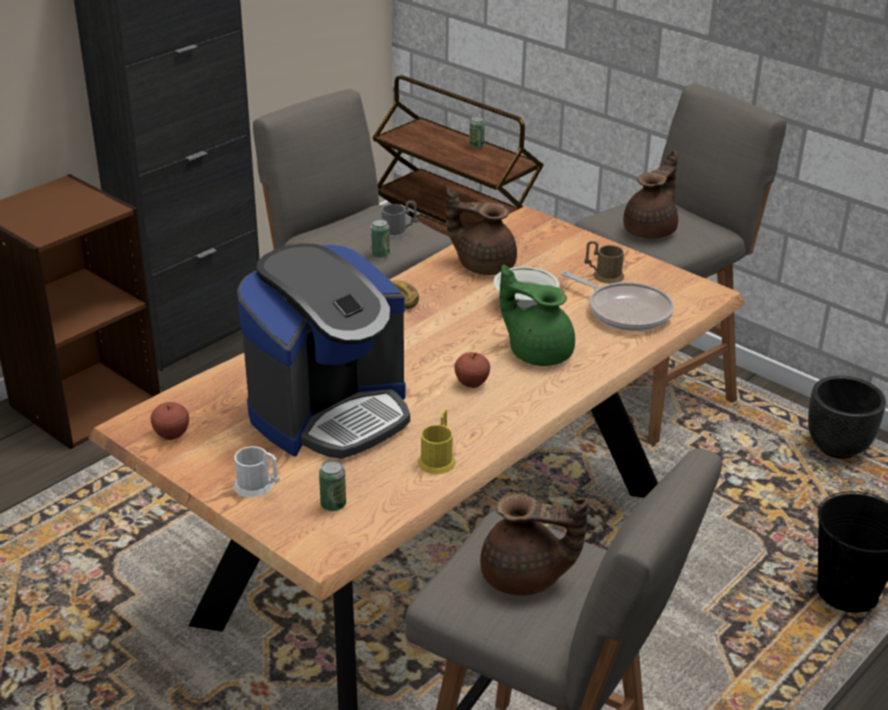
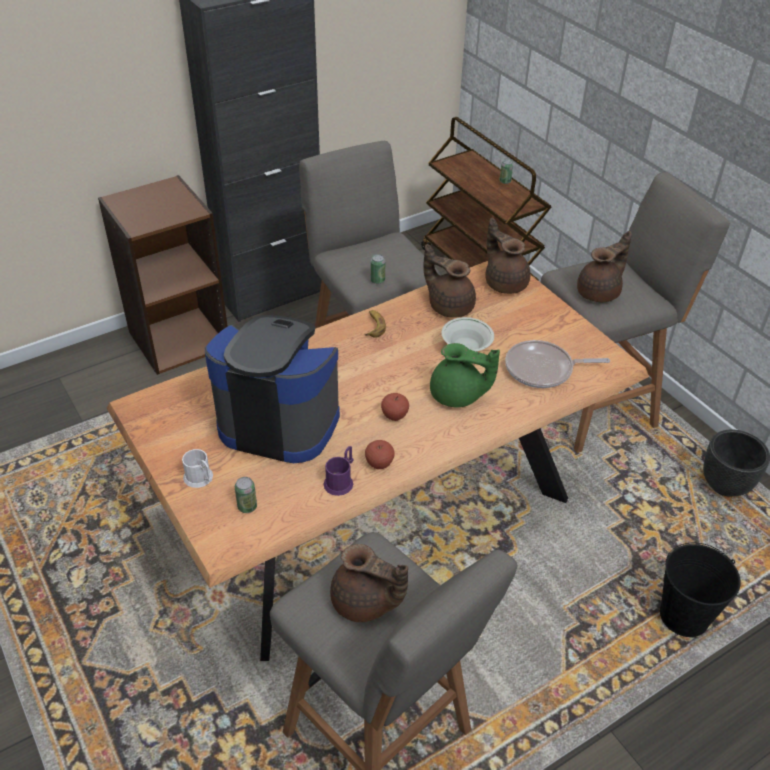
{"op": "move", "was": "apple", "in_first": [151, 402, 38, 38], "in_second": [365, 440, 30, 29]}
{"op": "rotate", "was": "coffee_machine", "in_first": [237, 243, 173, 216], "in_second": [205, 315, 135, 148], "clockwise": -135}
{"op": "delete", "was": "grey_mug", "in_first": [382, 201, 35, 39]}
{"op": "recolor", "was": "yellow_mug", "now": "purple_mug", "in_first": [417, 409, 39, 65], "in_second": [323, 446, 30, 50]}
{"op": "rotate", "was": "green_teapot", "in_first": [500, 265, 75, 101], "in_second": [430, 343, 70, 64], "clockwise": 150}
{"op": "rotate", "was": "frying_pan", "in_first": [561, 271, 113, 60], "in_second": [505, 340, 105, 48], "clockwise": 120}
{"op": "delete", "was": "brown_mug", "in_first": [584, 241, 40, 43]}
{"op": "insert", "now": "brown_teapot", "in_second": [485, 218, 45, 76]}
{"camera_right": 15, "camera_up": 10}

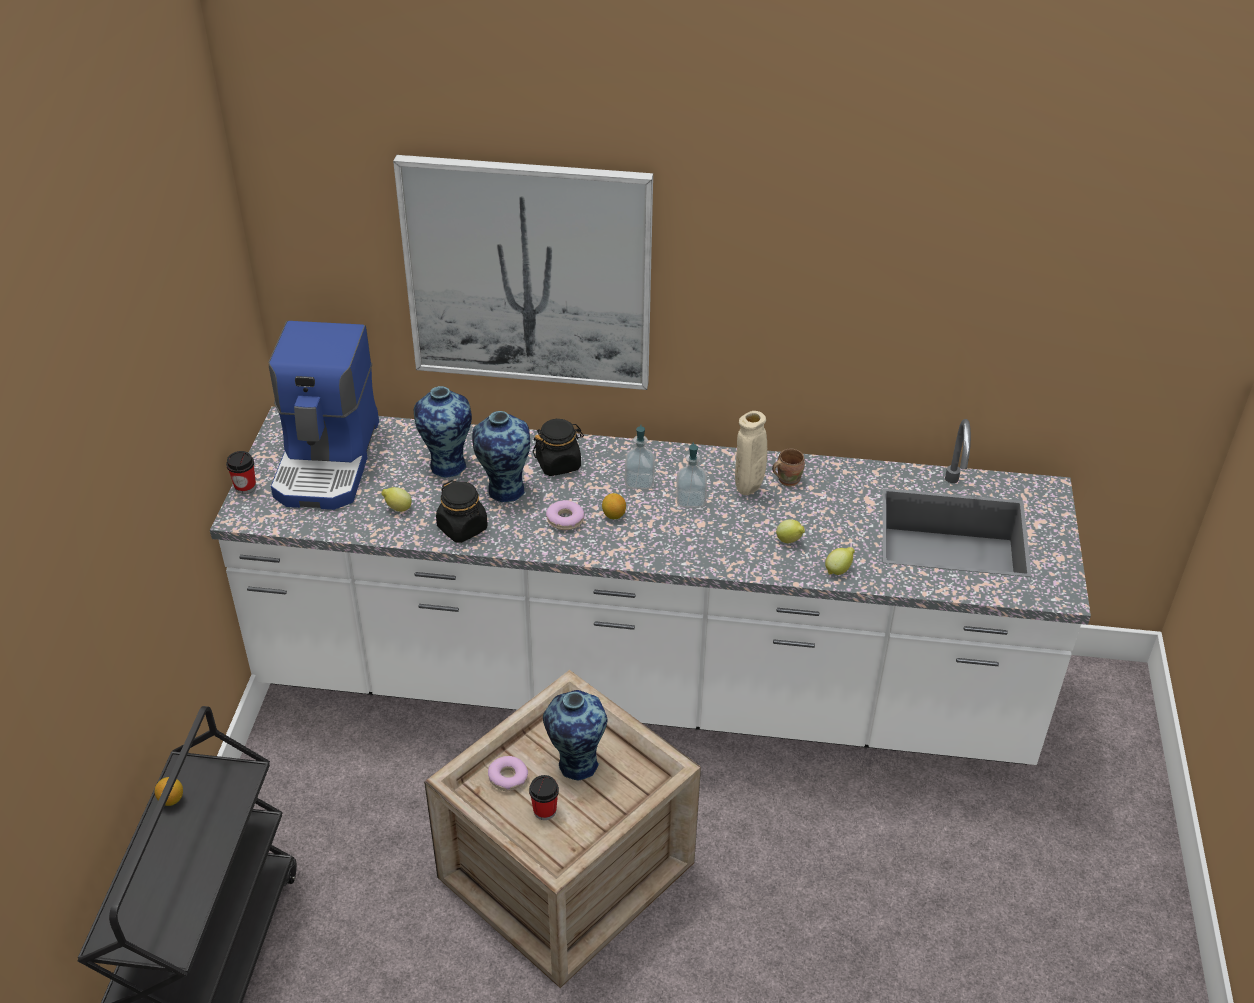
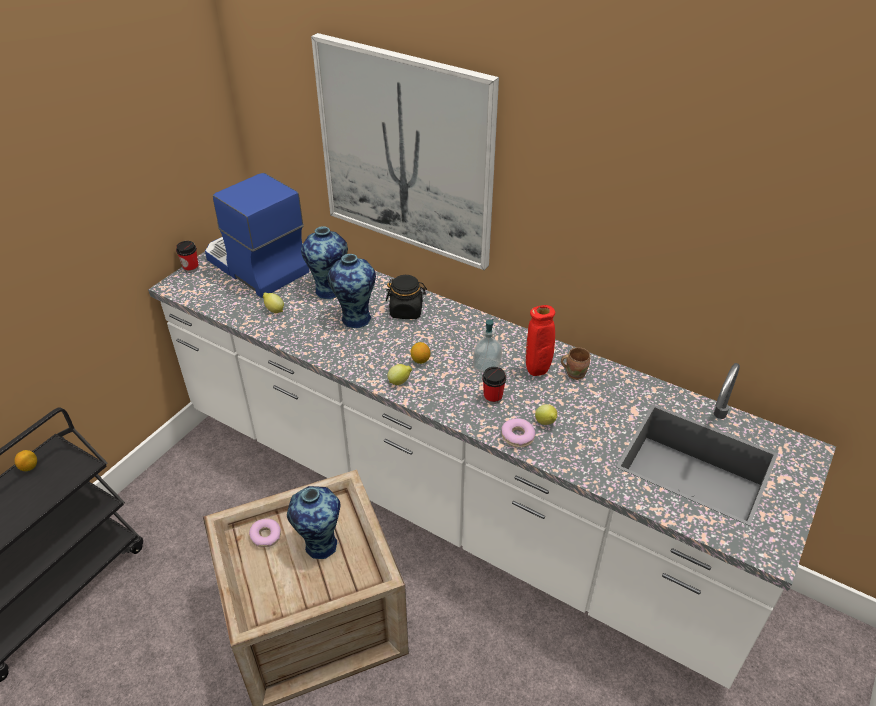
{"op": "rotate", "was": "coffee_machine", "in_first": [268, 321, 111, 189], "in_second": [205, 173, 104, 125], "clockwise": 105}
{"op": "delete", "was": "black_jar", "in_first": [436, 480, 52, 63]}
{"op": "move", "was": "cup", "in_first": [529, 775, 30, 45], "in_second": [482, 367, 24, 37]}
{"op": "move", "was": "donut", "in_first": [546, 500, 38, 30], "in_second": [501, 418, 34, 29]}
{"op": "delete", "was": "soap_dispenser", "in_first": [625, 424, 30, 65]}
{"op": "recolor", "was": "beige_vase", "now": "red_vase", "in_first": [735, 411, 32, 84], "in_second": [526, 305, 29, 71]}
{"op": "move", "was": "lemon", "in_first": [825, 547, 30, 28], "in_second": [387, 364, 25, 21]}
{"camera_right": 25, "camera_up": 0}

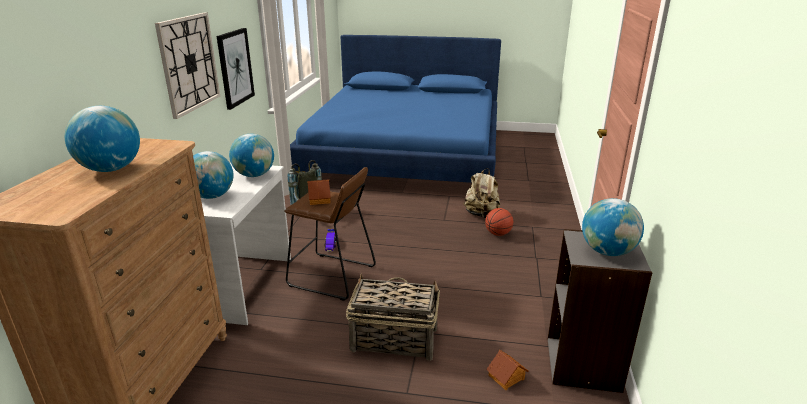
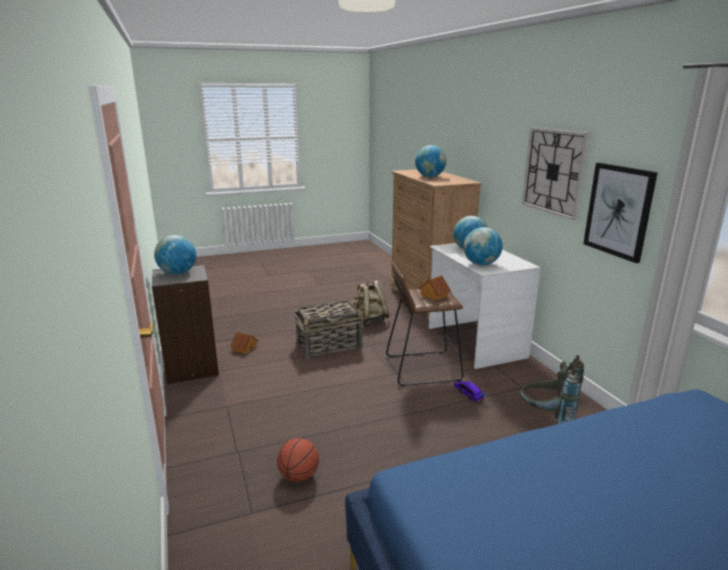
{"op": "move", "was": "beige_backpack", "in_first": [463, 168, 37, 50], "in_second": [351, 280, 39, 45]}
{"camera_right": 150, "camera_up": -5}

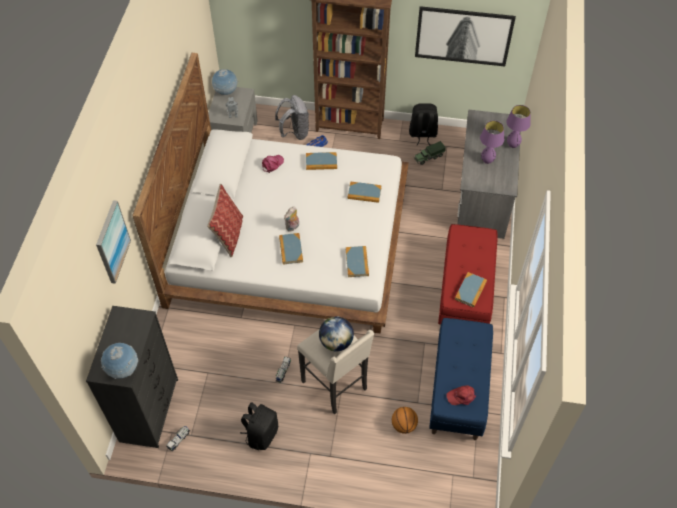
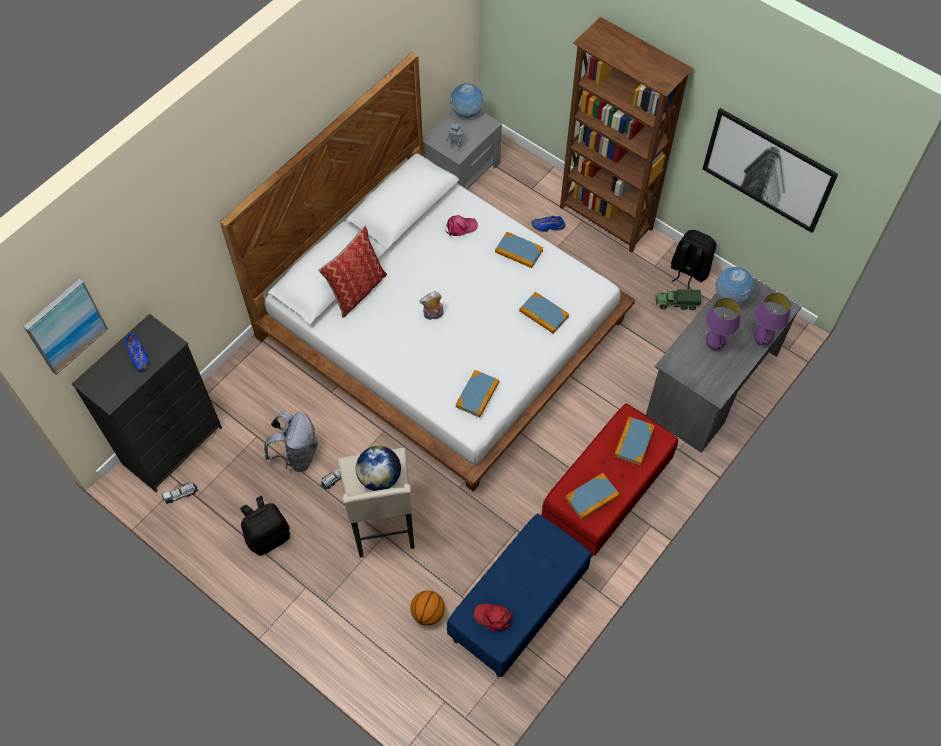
{"op": "move", "was": "picture", "in_first": [96, 200, 35, 84], "in_second": [23, 279, 85, 96]}
{"op": "move", "was": "globe", "in_first": [101, 343, 37, 36], "in_second": [715, 267, 40, 38]}
{"op": "move", "was": "grey_backpack", "in_first": [275, 95, 34, 45], "in_second": [264, 411, 54, 61]}
{"op": "move", "was": "book", "in_first": [279, 233, 24, 32], "in_second": [614, 417, 41, 49]}
{"op": "insert", "now": "blue_shoe", "in_second": [126, 333, 23, 38]}
{"camera_right": 30, "camera_up": 5}

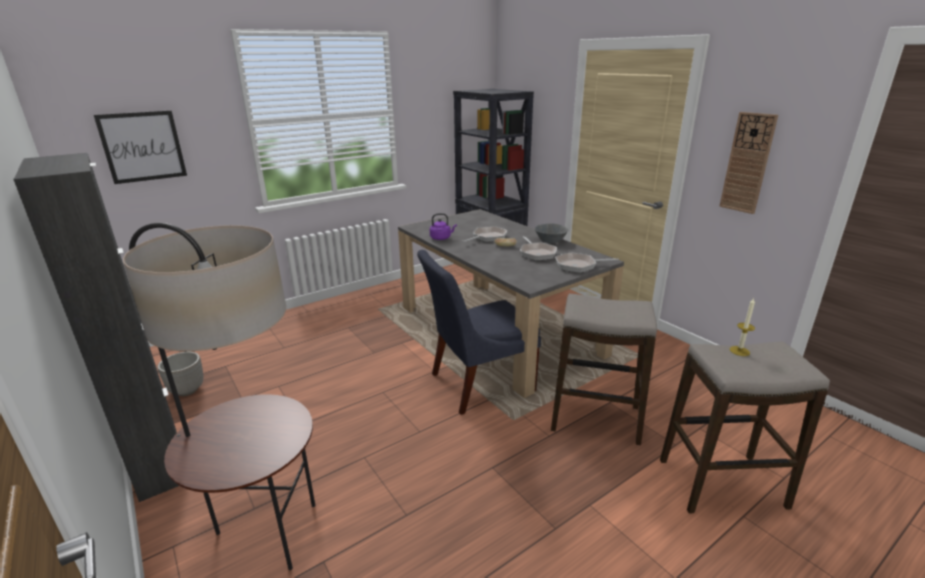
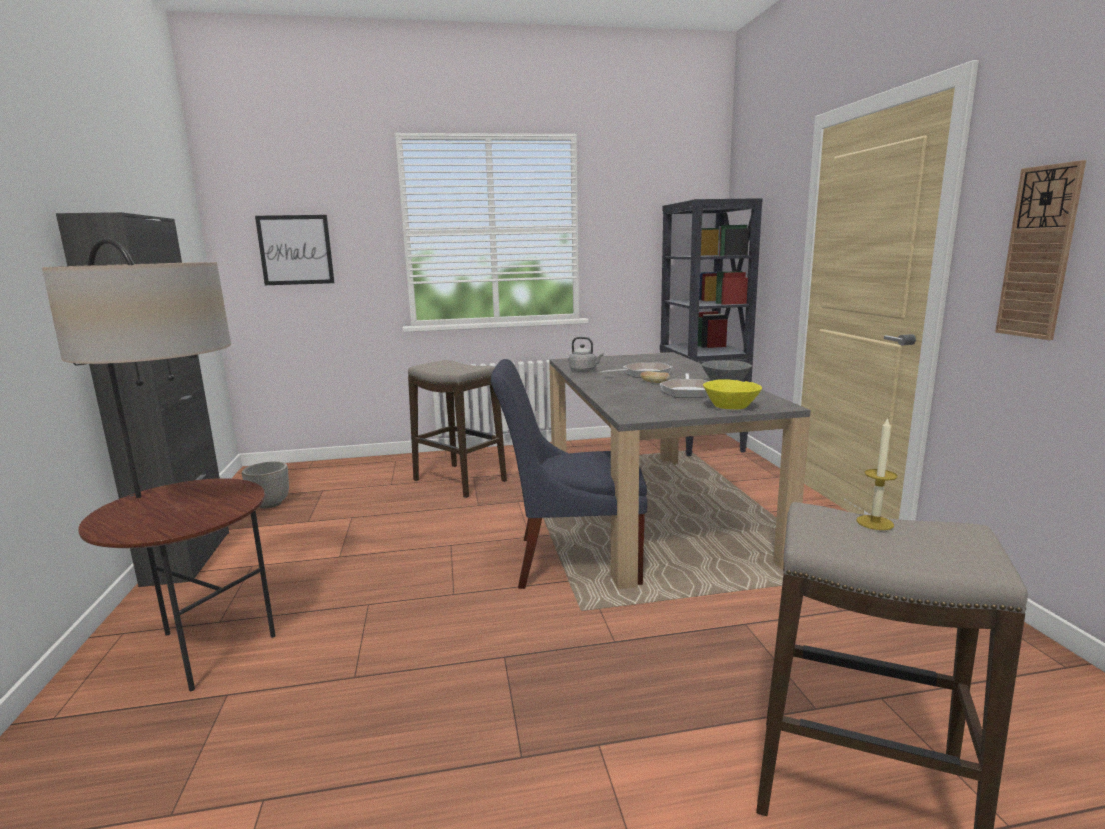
{"op": "recolor", "was": "purple_kettle", "now": "grey_kettle", "in_first": [430, 213, 27, 27], "in_second": [569, 337, 35, 35]}
{"op": "move", "was": "stool", "in_first": [551, 294, 106, 151], "in_second": [408, 360, 99, 138]}
{"op": "replace", "was": "frying_pan", "now": "yellow_bowl", "in_first": [555, 252, 64, 21], "in_second": [703, 379, 59, 30]}
{"camera_right": 25, "camera_up": -10}

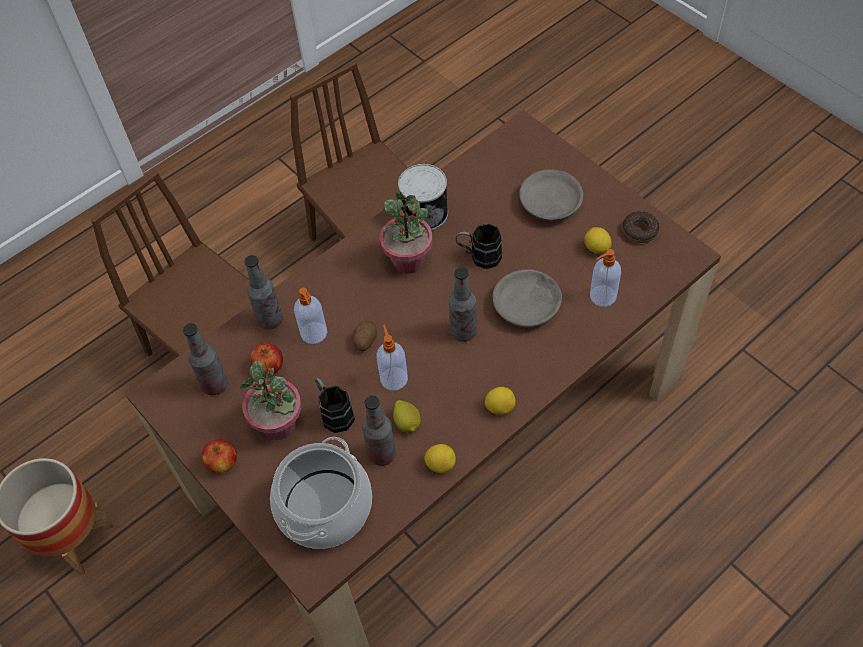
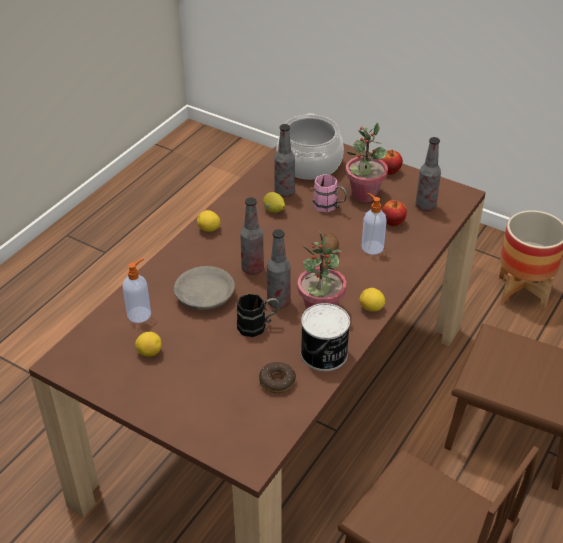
{"op": "move", "was": "bottle", "in_first": [244, 255, 39, 74], "in_second": [267, 229, 23, 79]}
{"op": "recolor", "was": "black_mug", "now": "pink_mug", "in_first": [315, 377, 40, 56], "in_second": [313, 174, 34, 38]}
{"op": "delete", "was": "soap_dispenser", "in_first": [376, 324, 32, 67]}
{"op": "move", "was": "lemon", "in_first": [424, 444, 32, 29], "in_second": [360, 288, 25, 24]}
{"op": "delete", "was": "grey_bowl", "in_first": [519, 169, 64, 52]}
{"op": "move", "was": "donut", "in_first": [622, 211, 37, 32], "in_second": [259, 362, 37, 31]}
{"camera_right": 160, "camera_up": -15}

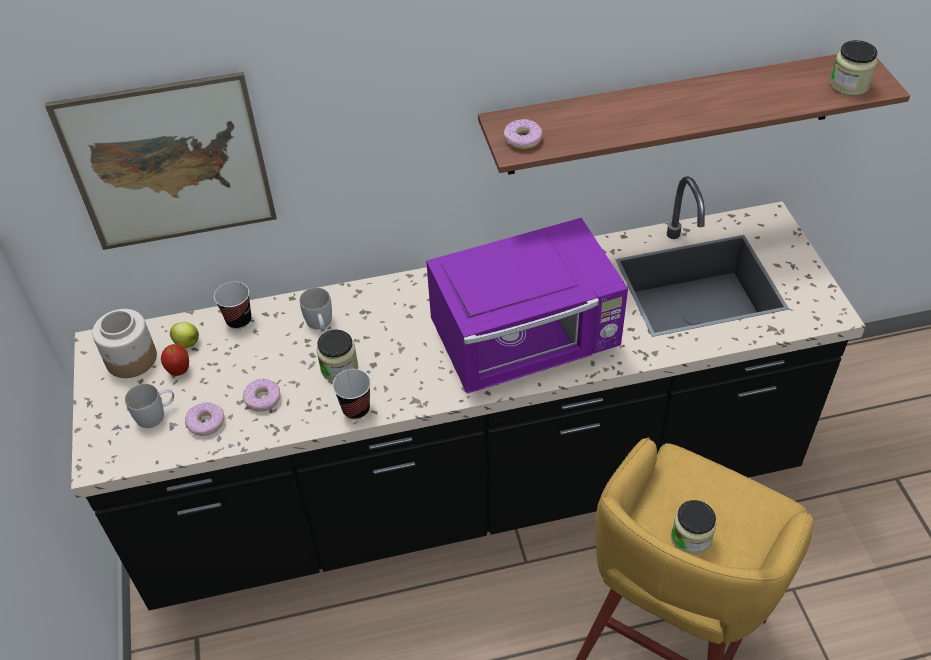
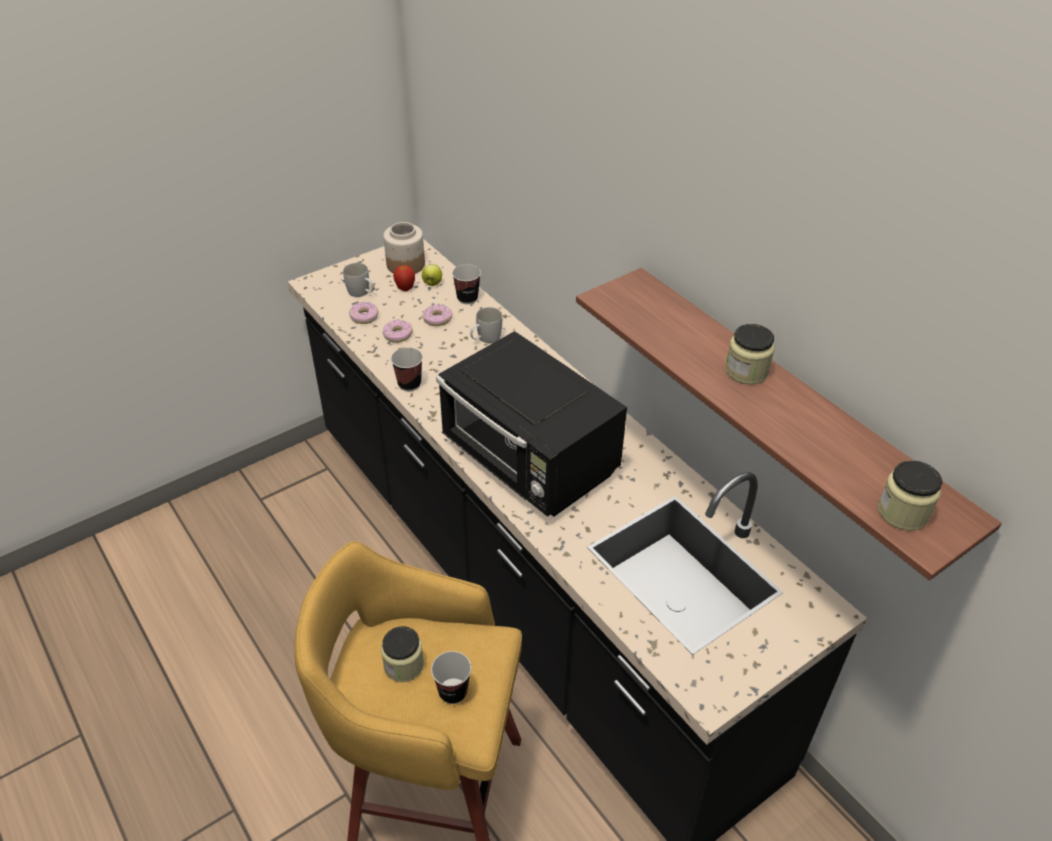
{"op": "delete", "was": "picture", "in_first": [45, 72, 232, 178]}
{"op": "move", "was": "jar", "in_first": [317, 330, 41, 52], "in_second": [725, 324, 50, 61]}
{"op": "recolor", "was": "purple_microwave", "now": "black_microwave", "in_first": [426, 218, 202, 176], "in_second": [436, 331, 191, 186]}
{"op": "move", "was": "donut", "in_first": [504, 119, 38, 30], "in_second": [423, 304, 30, 22]}
{"op": "insert", "now": "cup", "in_second": [431, 651, 40, 53]}
{"camera_right": 65, "camera_up": -5}

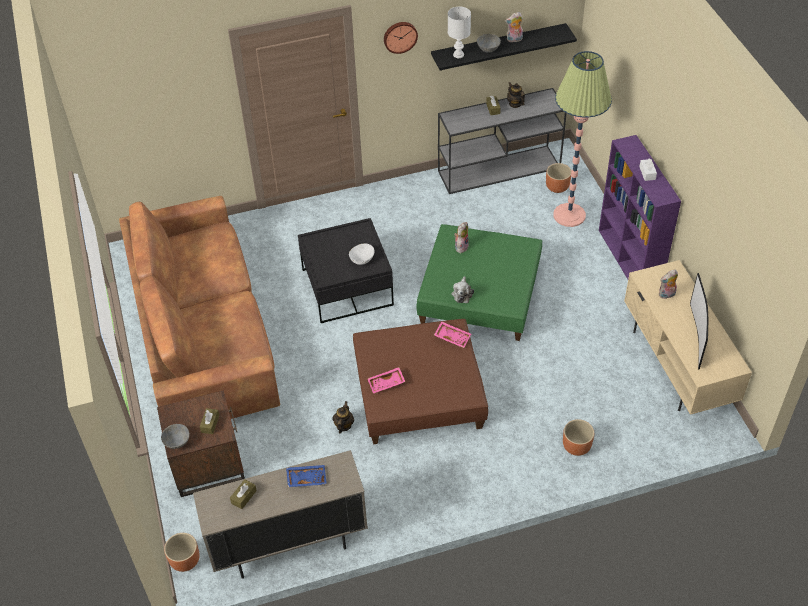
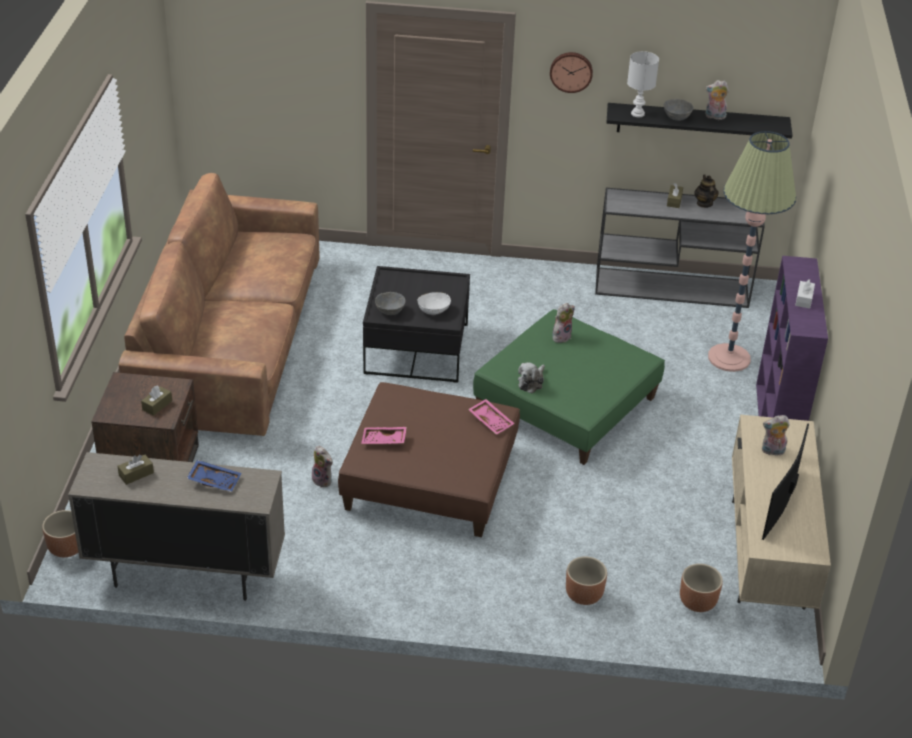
{"op": "move", "was": "grey_bowl", "in_first": [161, 424, 29, 25], "in_second": [375, 292, 31, 23]}
{"op": "replace", "was": "teapot", "now": "plush_toy", "in_first": [333, 401, 21, 33], "in_second": [312, 446, 21, 42]}
{"op": "move", "was": "brown_planter", "in_first": [546, 163, 25, 30], "in_second": [680, 564, 43, 48]}
{"camera_right": 20, "camera_up": -10}

